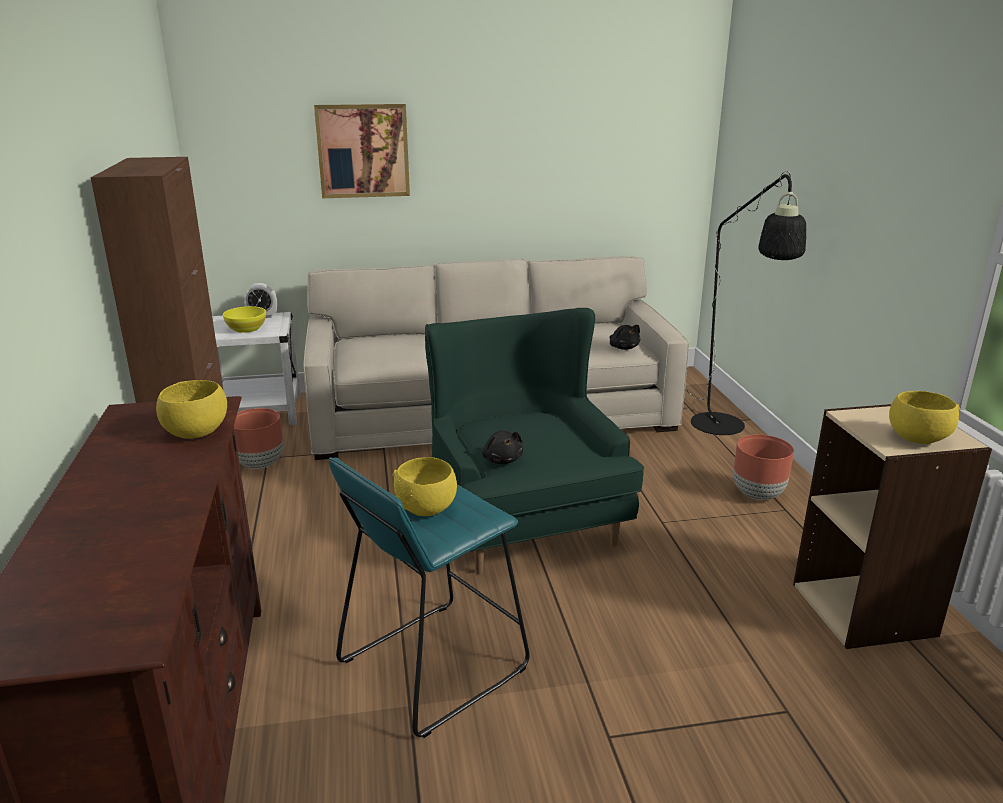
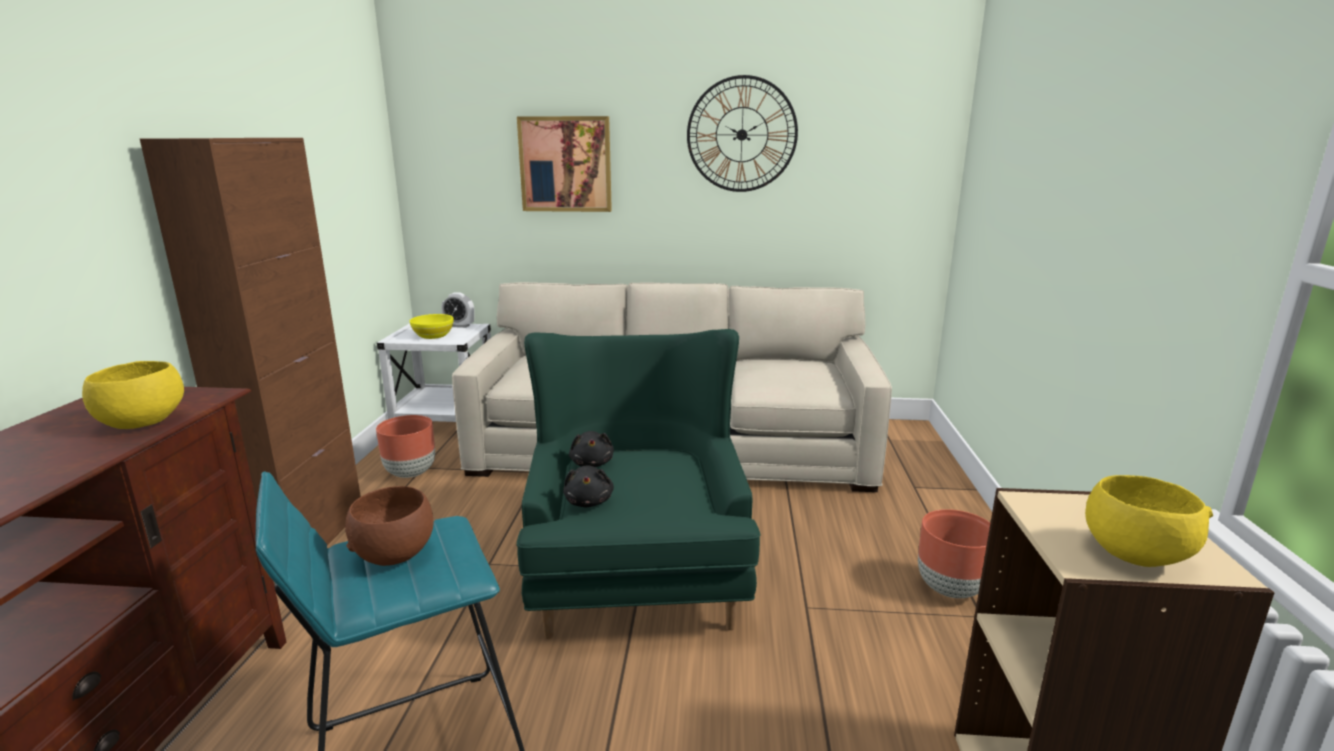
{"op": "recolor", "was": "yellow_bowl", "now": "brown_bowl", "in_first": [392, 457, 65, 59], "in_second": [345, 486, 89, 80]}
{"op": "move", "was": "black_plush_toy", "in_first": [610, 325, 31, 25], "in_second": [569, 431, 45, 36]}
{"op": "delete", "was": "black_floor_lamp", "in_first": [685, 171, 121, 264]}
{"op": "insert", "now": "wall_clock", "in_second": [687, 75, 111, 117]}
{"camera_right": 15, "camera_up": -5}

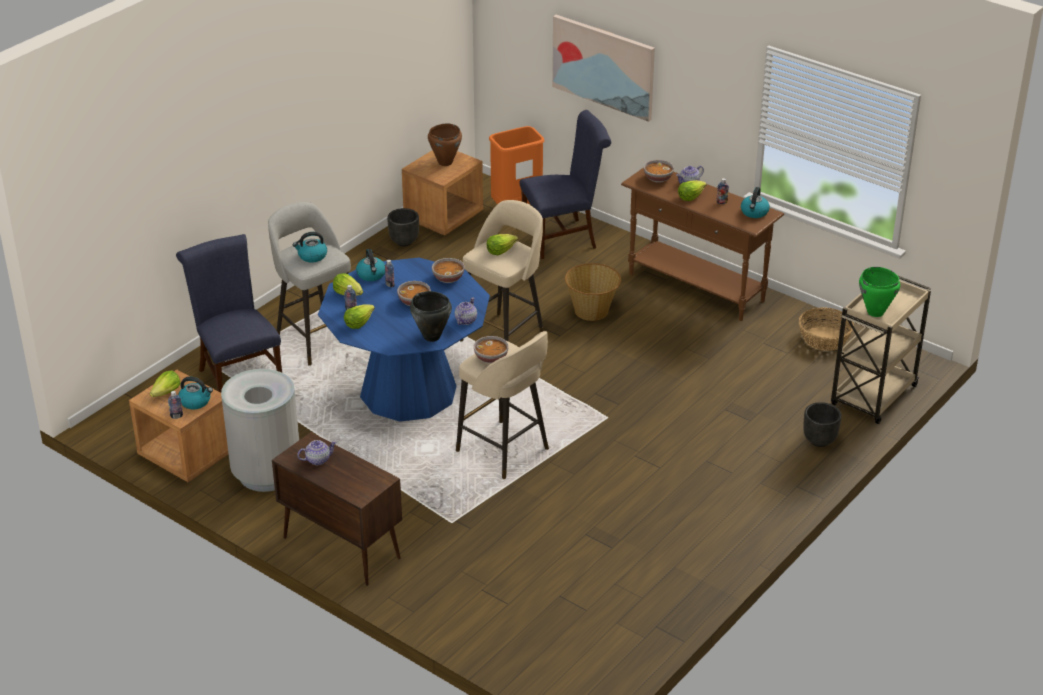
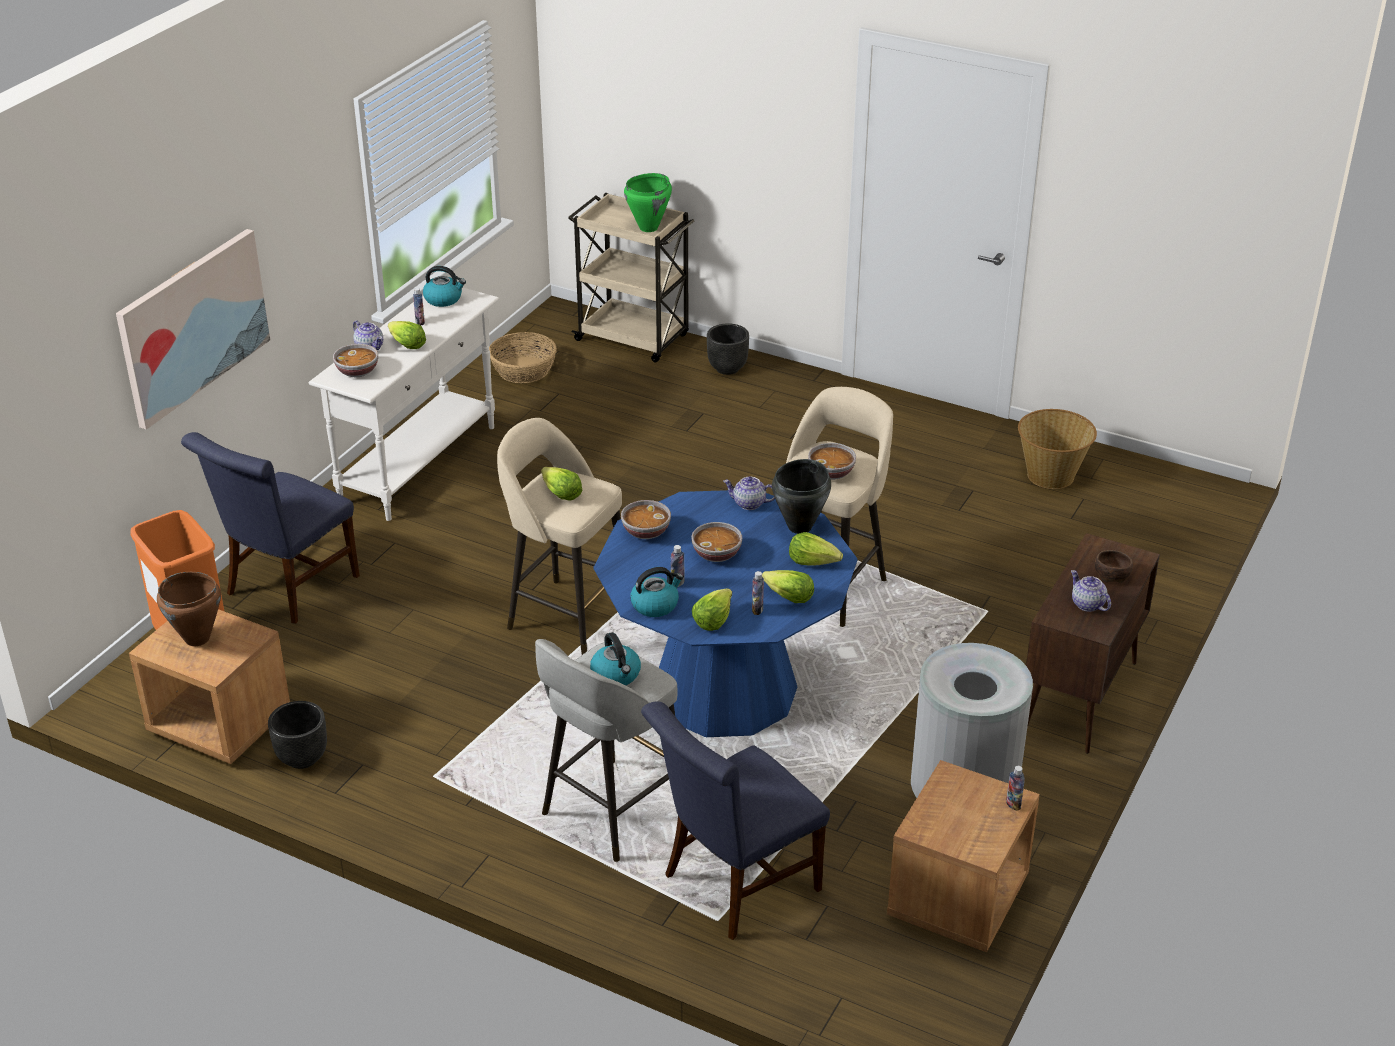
{"op": "move", "was": "lettuce", "in_first": [150, 371, 30, 26], "in_second": [789, 532, 54, 34]}
{"op": "delete", "was": "kettle", "in_first": [178, 377, 35, 32]}
{"op": "rotate", "was": "blue_chair", "in_first": [519, 110, 92, 149], "in_second": [181, 432, 179, 192], "clockwise": -120}
{"op": "move", "was": "basket", "in_first": [565, 263, 56, 58], "in_second": [1018, 409, 79, 80]}
{"op": "recolor", "was": "brown_console_table", "now": "white_console_table", "in_first": [621, 168, 163, 153], "in_second": [309, 287, 190, 234]}
{"op": "insert", "now": "brown_bowl", "in_second": [1095, 550, 38, 33]}
{"camera_right": -100, "camera_up": 0}

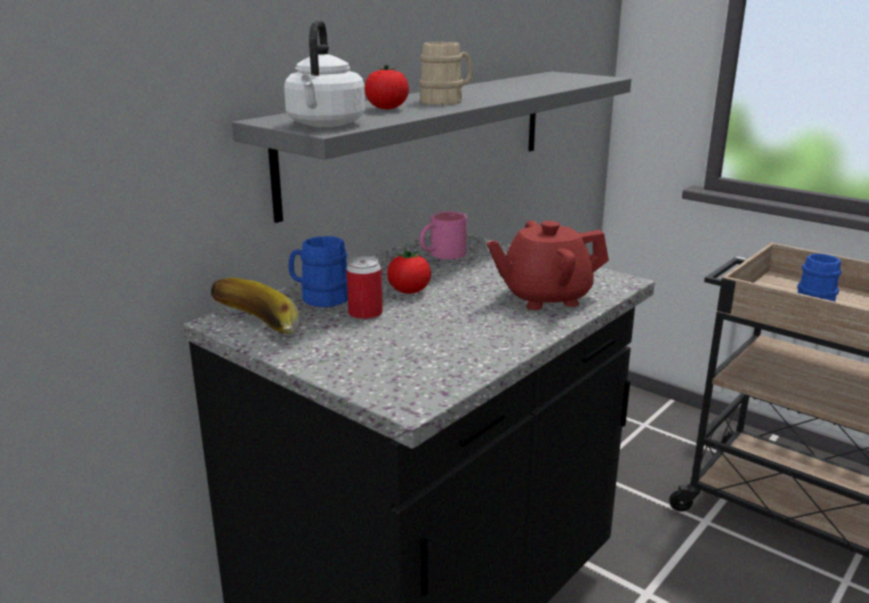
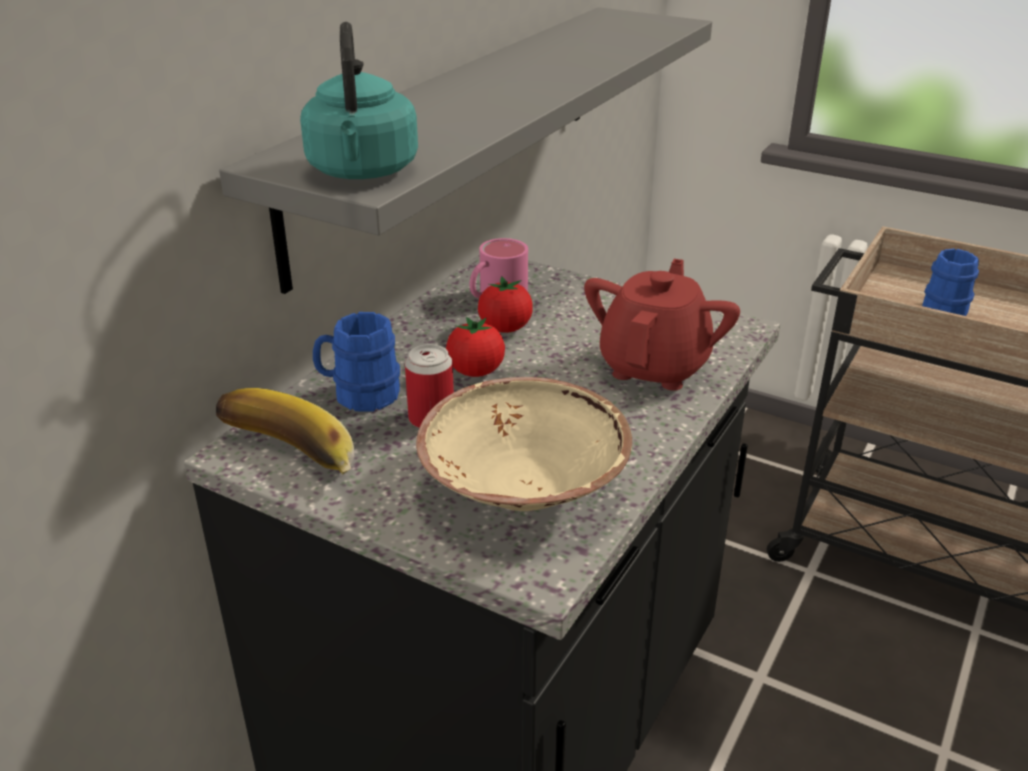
{"op": "recolor", "was": "white_kettle", "now": "turquoise_kettle", "in_first": [284, 20, 81, 107], "in_second": [300, 22, 118, 157]}
{"op": "move", "was": "tomato", "in_first": [365, 65, 44, 44], "in_second": [478, 276, 55, 57]}
{"op": "delete", "was": "beige_mug", "in_first": [419, 42, 54, 63]}
{"op": "rotate", "was": "red_teapot", "in_first": [486, 221, 123, 89], "in_second": [584, 259, 156, 132], "clockwise": 135}
{"op": "insert", "now": "beige_bowl", "in_second": [416, 377, 216, 134]}
{"camera_right": -10, "camera_up": 10}

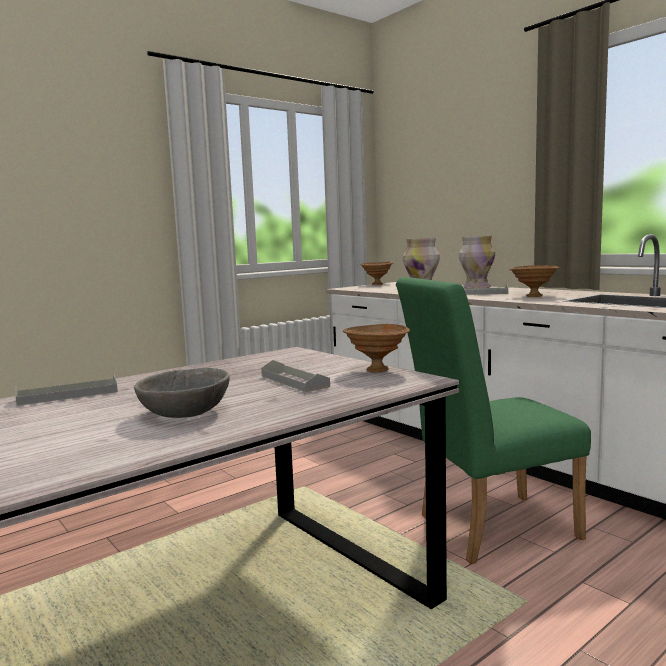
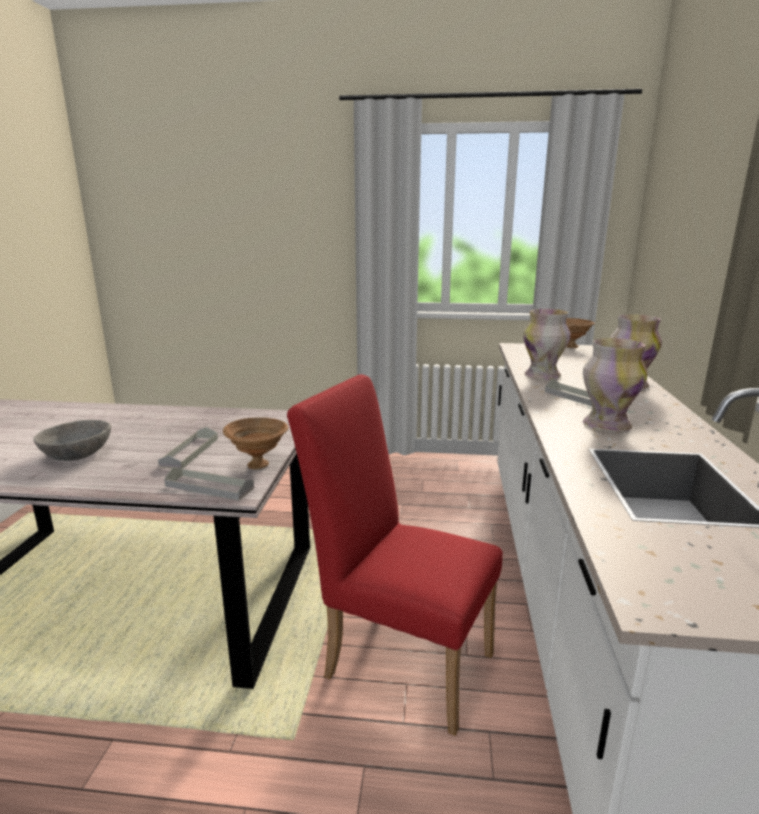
{"op": "move", "was": "grey_tray", "in_first": [15, 374, 103, 32], "in_second": [164, 468, 90, 32]}
{"op": "recolor", "was": "green_chair", "now": "red_chair", "in_first": [396, 277, 195, 287], "in_second": [287, 374, 216, 361]}
{"op": "replace", "was": "brown_bowl", "now": "vase", "in_first": [509, 265, 50, 32], "in_second": [583, 338, 65, 95]}
{"camera_right": 45, "camera_up": 10}

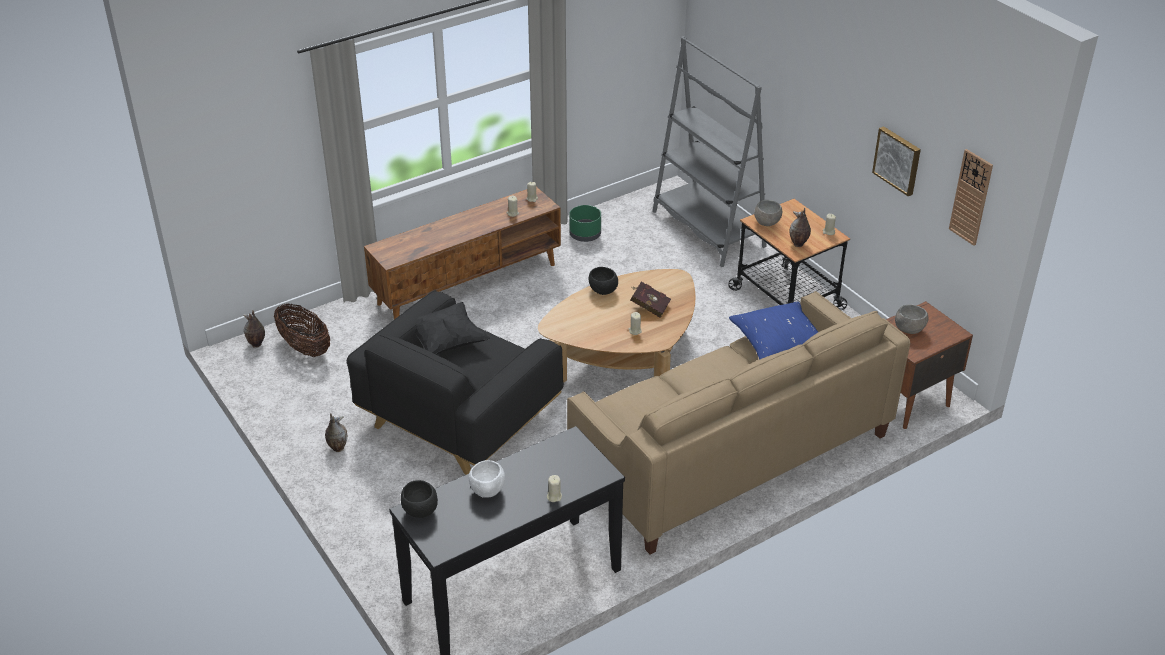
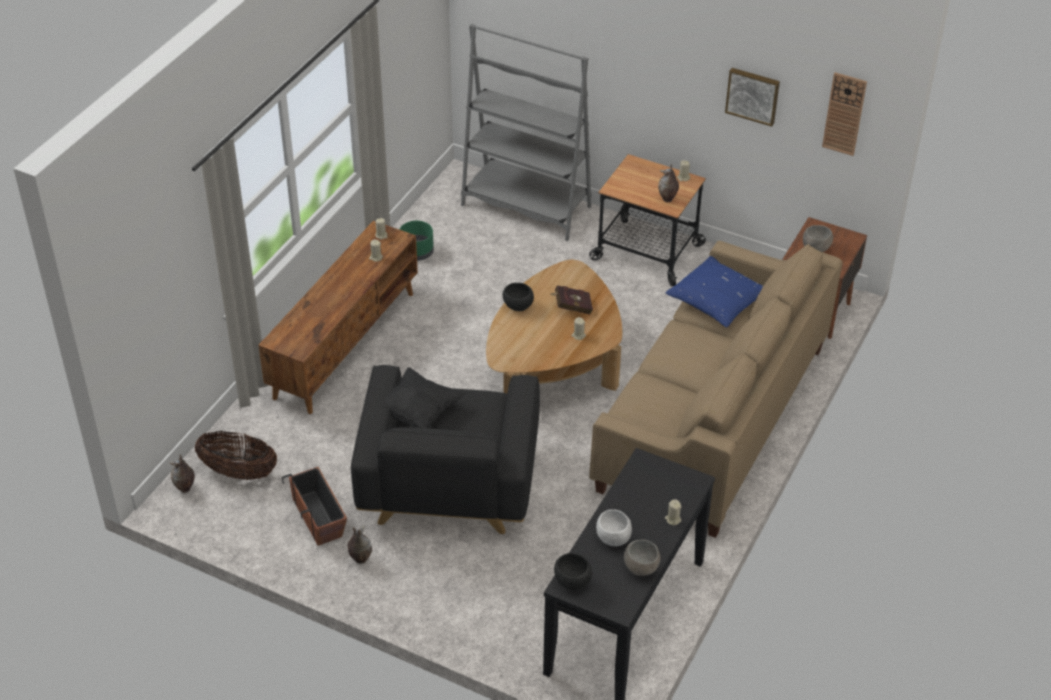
{"op": "move", "was": "grey_bowl", "in_first": [754, 200, 28, 26], "in_second": [624, 540, 36, 36]}
{"op": "insert", "now": "planter", "in_second": [282, 467, 65, 79]}
{"camera_right": -30, "camera_up": 5}

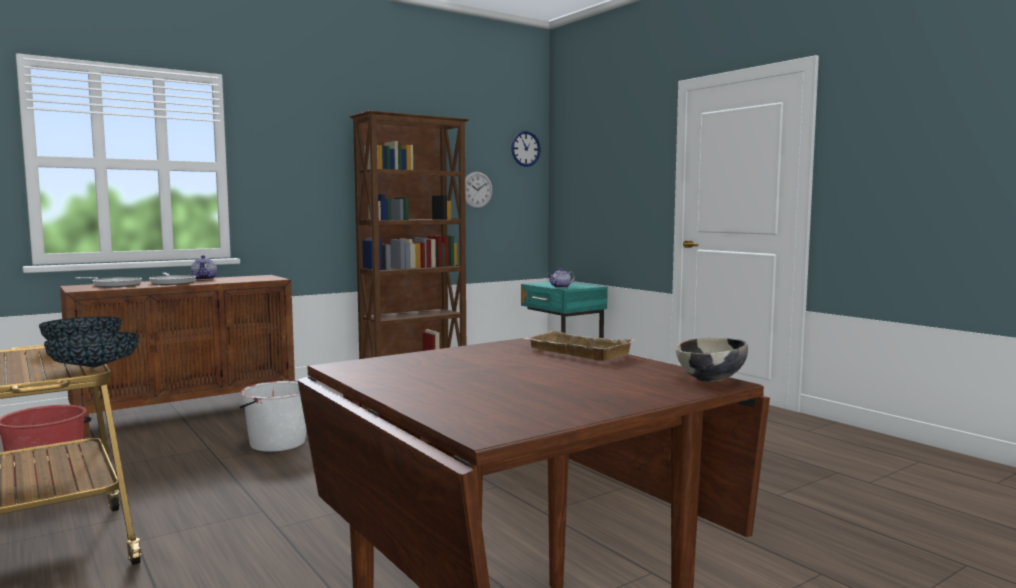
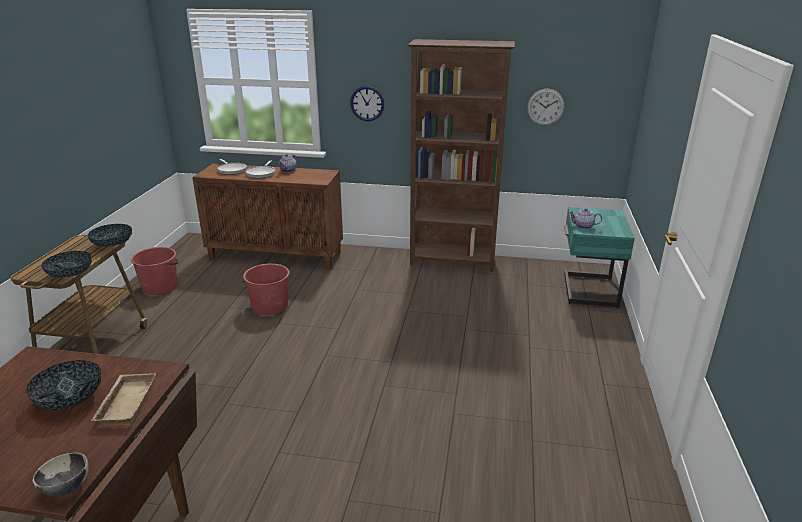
{"op": "recolor", "was": "white_bucket", "now": "red_bucket", "in_first": [240, 381, 66, 71], "in_second": [242, 264, 48, 51]}
{"op": "move", "was": "wall_clock", "in_first": [511, 131, 30, 36], "in_second": [350, 86, 34, 35]}
{"op": "insert", "now": "bowl", "in_second": [26, 360, 75, 50]}
{"camera_right": 45, "camera_up": 20}

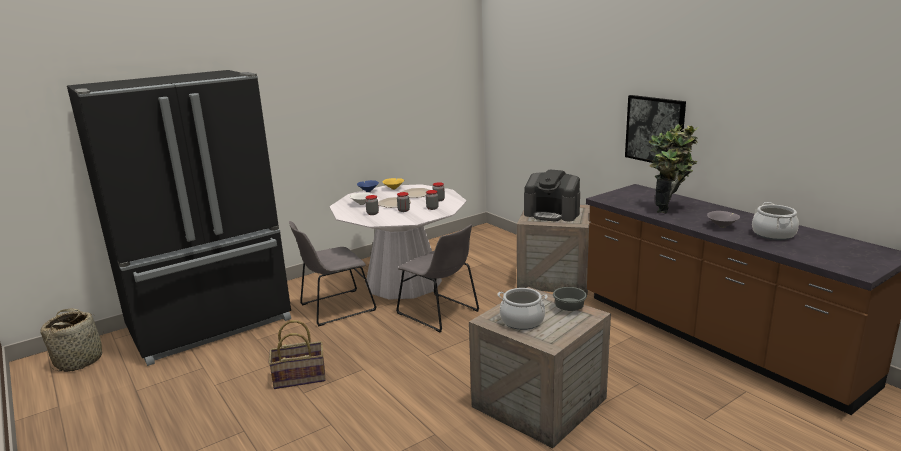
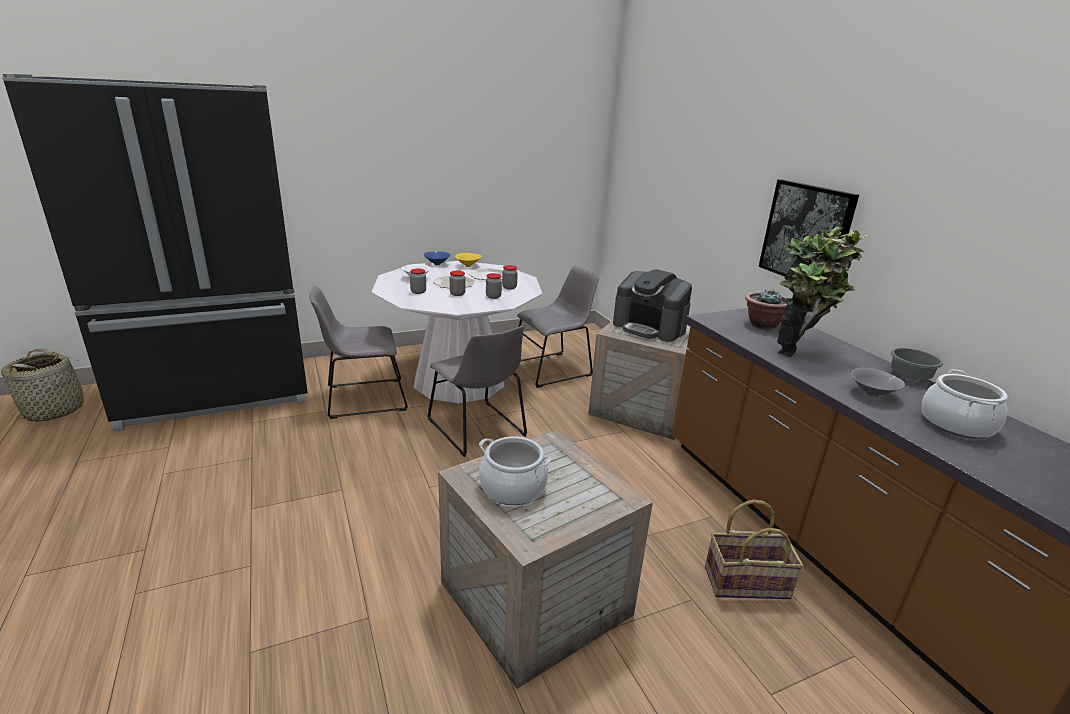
{"op": "move", "was": "basket", "in_first": [268, 320, 57, 69], "in_second": [705, 499, 98, 100]}
{"op": "move", "was": "grey_bowl", "in_first": [553, 287, 34, 24], "in_second": [891, 348, 52, 31]}
{"op": "insert", "now": "grey_chair", "in_second": [517, 266, 82, 122]}
{"op": "insert", "now": "potted_plant", "in_second": [745, 289, 42, 41]}
{"camera_right": 10, "camera_up": 5}

